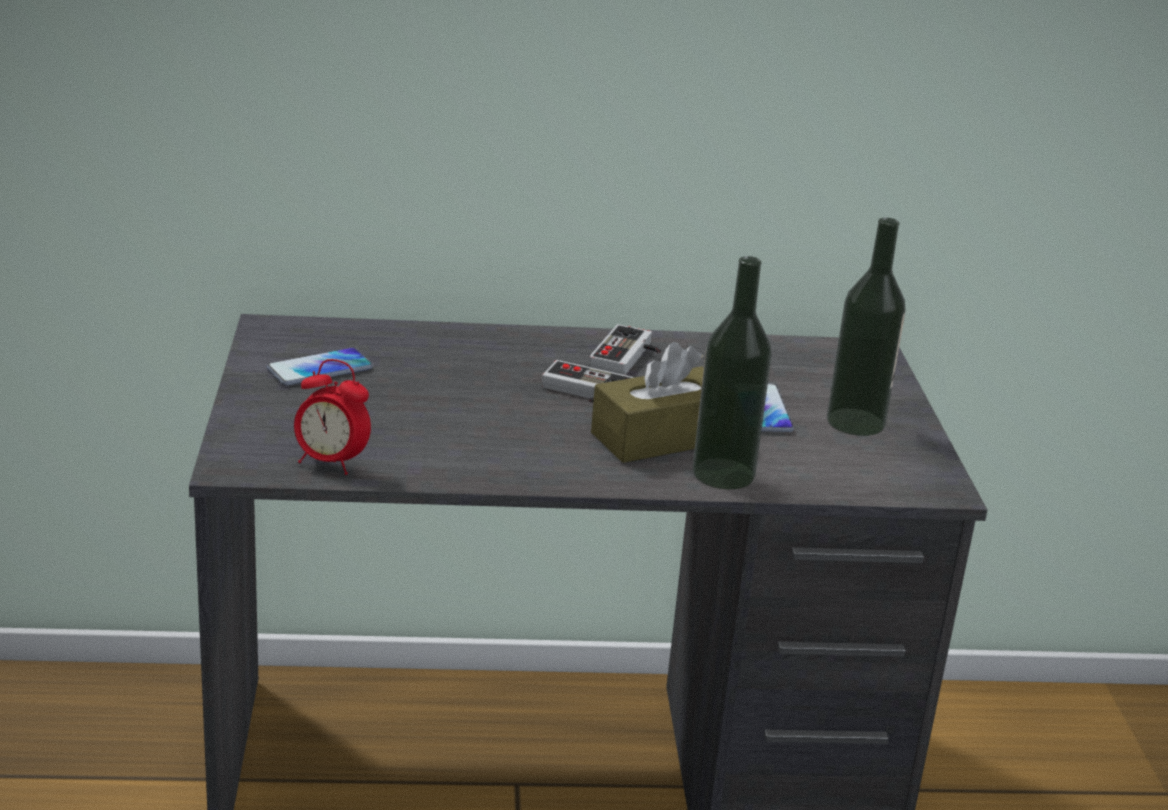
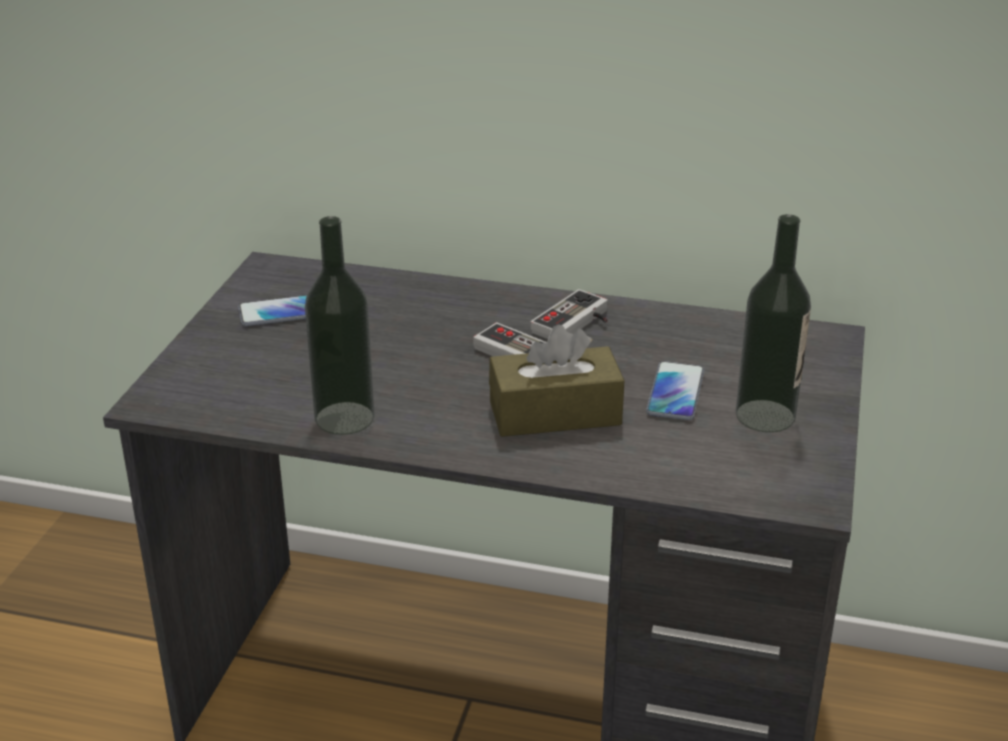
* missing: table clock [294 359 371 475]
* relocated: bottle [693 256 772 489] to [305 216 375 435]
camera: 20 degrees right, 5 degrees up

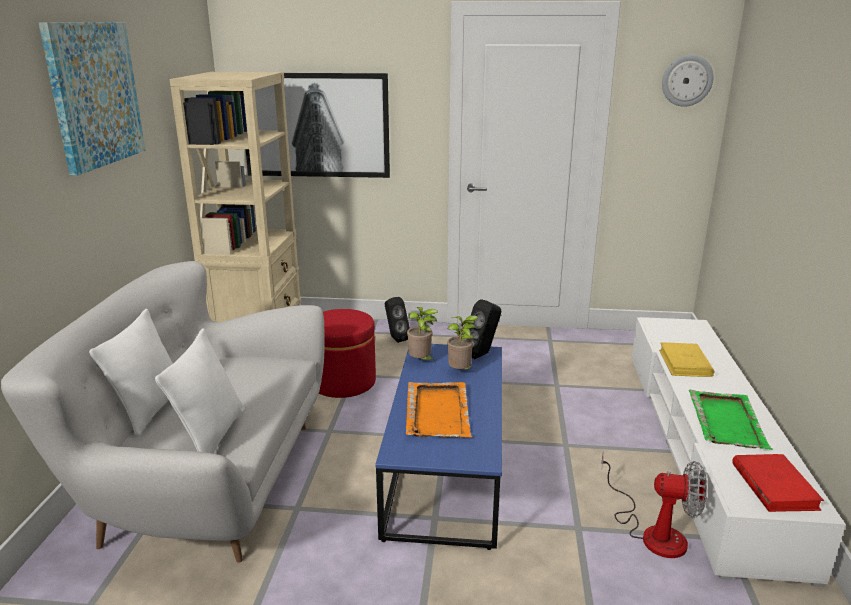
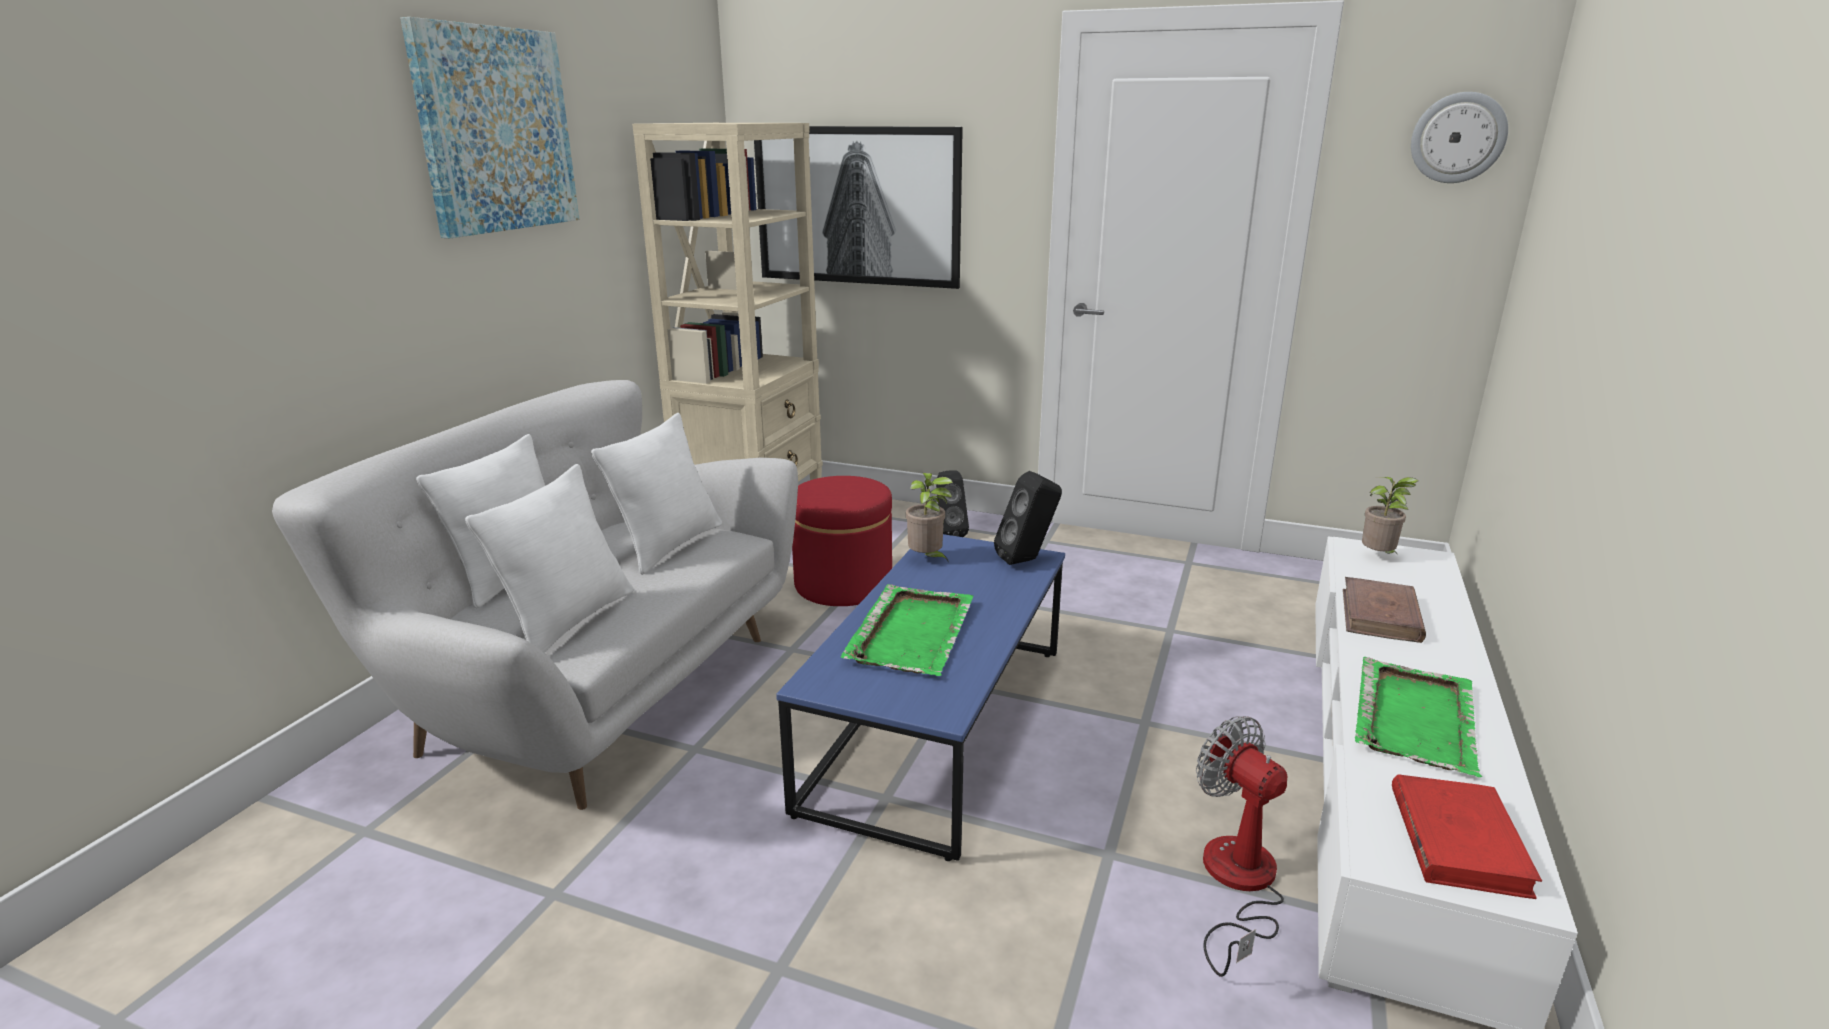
* colour: serving tray in orange-coloured [406 382 472 438] to serving tray in green-coloured [841 584 974 676]
* relocated: houseplant [447 315 479 370] to [1362 477 1418 555]
* spun: electric fan [601 455 707 558] = [1196 716 1287 977] 150 degrees counterclockwise
* colour: bound book in yellowish [659 342 714 377] to bound book in brown-coloured [1343 577 1426 643]
* appeared: cushion in white-coloured [591 413 722 575]
camera: 15 degrees right, 0 degrees up

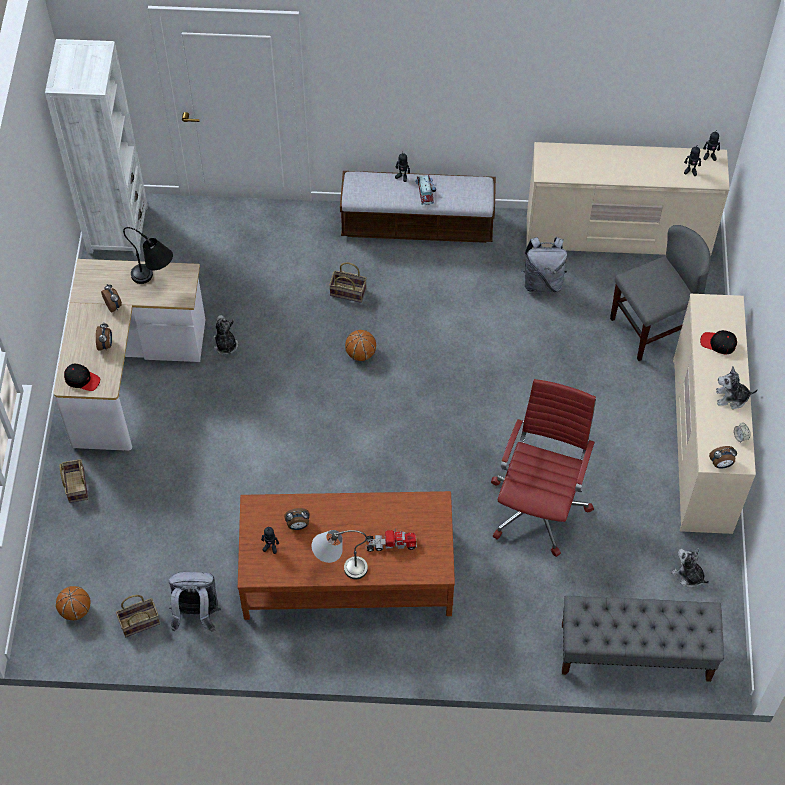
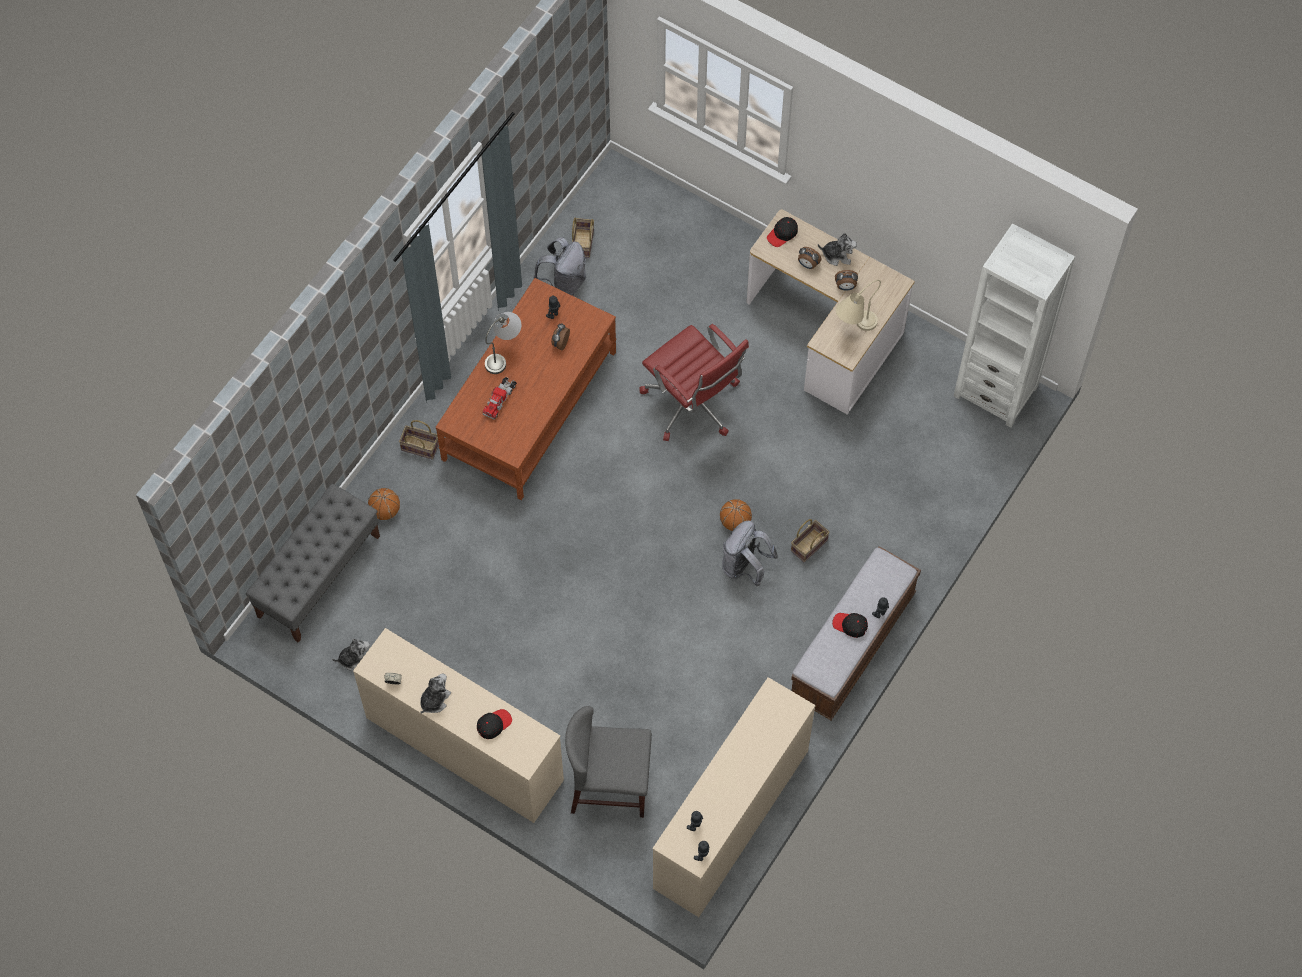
* relocated: ball for basketball [56 586 90 620] to [368 488 400 520]
* relocated: basket [59 459 88 503] to [399 420 439 460]
* colour: table lamp in black-coloured [123 227 173 284] to table lamp in beige-coloured [836 280 881 331]
* relocated: soft toy [213 315 238 355] to [818 233 857 266]
* exchanged: miniature car [415 175 436 205] to cap in black-coloured [832 613 868 638]
* relocated: computer chair in red [491 379 596 557] to [639 324 749 441]
* relocated: knapsack in grey [521 237 567 293] to [722 521 778 586]
* spun: plain chair in grey [610 225 711 361] = [565 706 652 818] 90 degrees clockwise
* missing: table clock [709 446 737 468]
camera: 120 degrees right, 5 degrees up

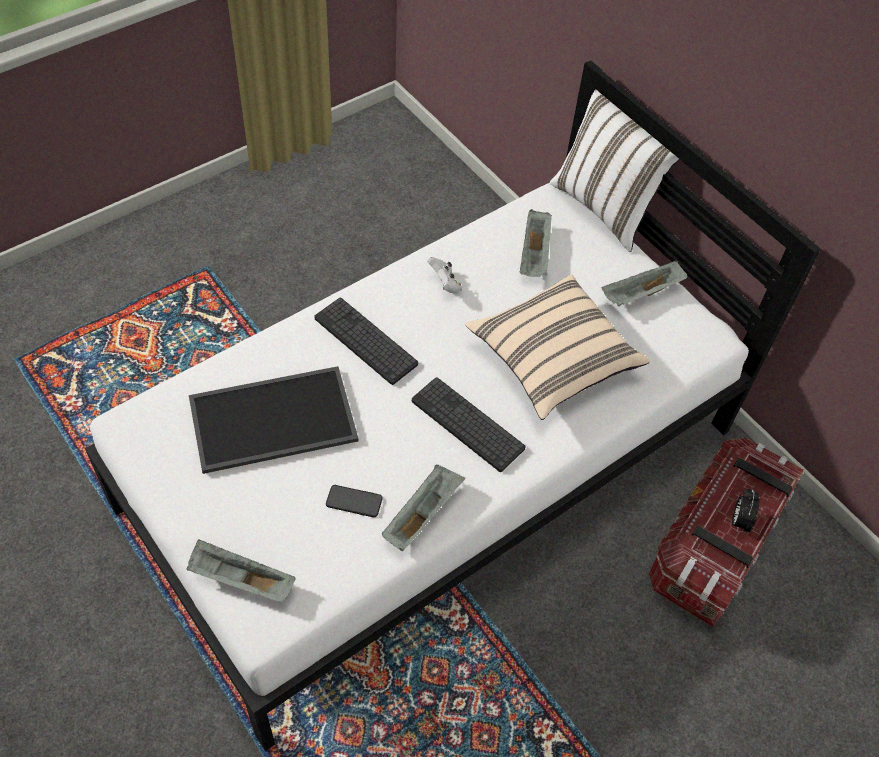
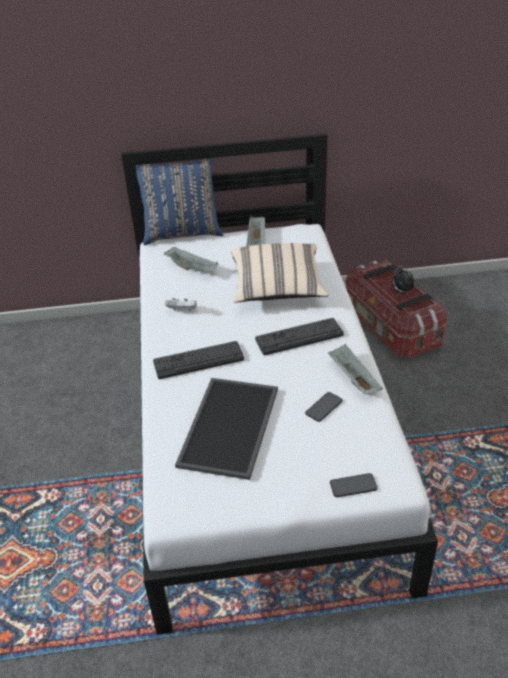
* exchanged: serving tray in grey [187 540 296 602] to handset [330 473 378 497]
* colour: cushion in white-coloured [550 89 680 252] to cushion in blue [136 158 223 245]
camera: 55 degrees left, 15 degrees down

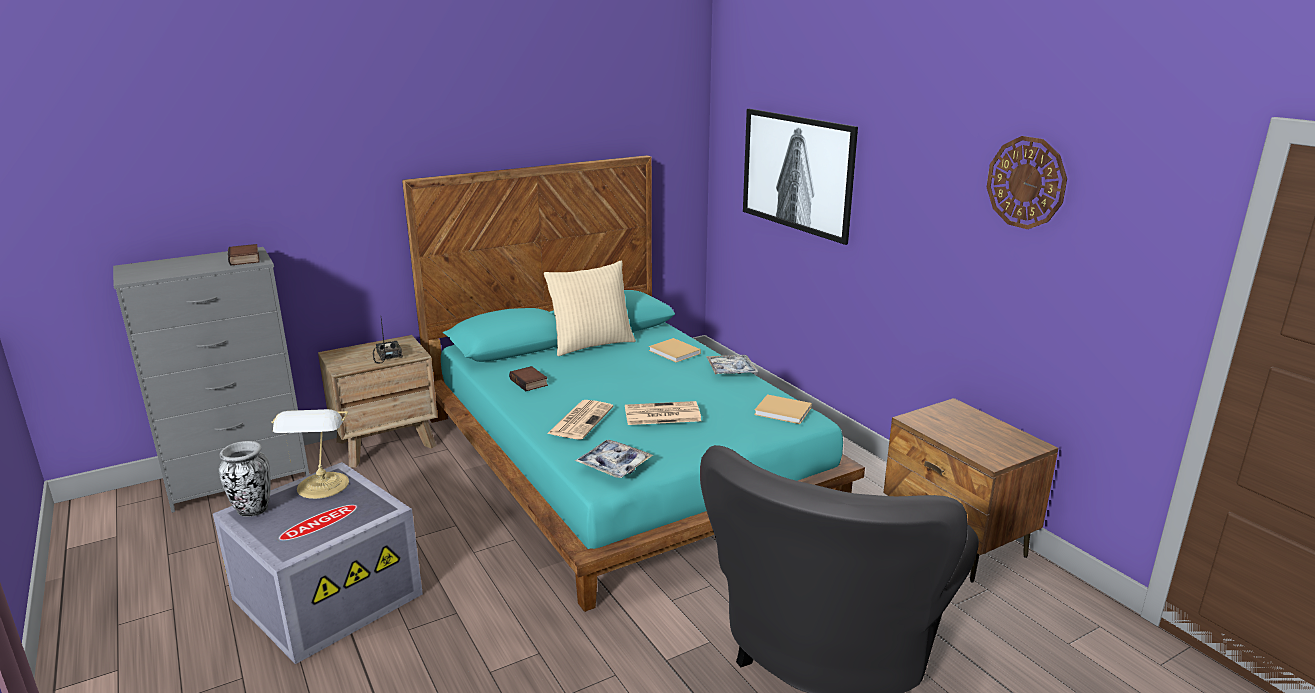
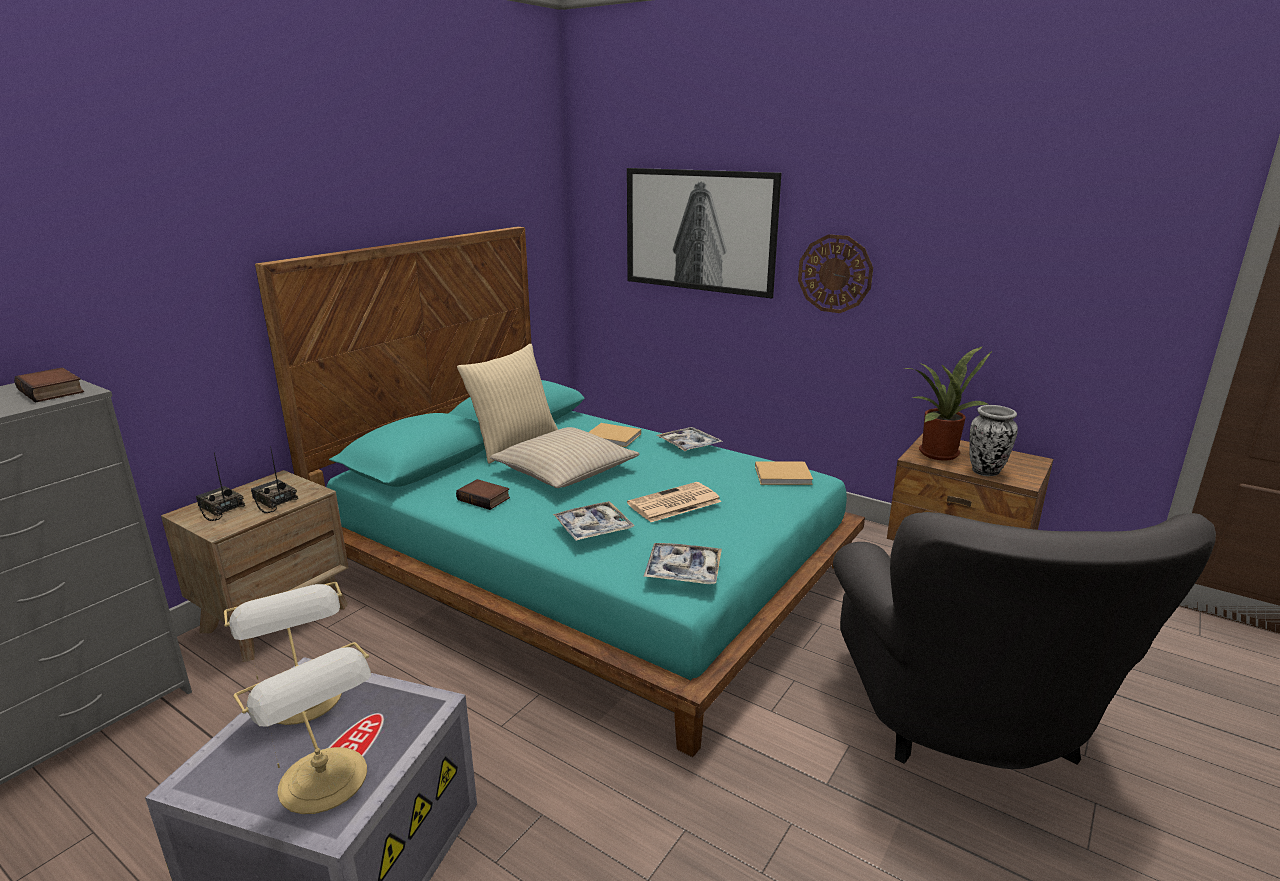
* relocated: vase [219 441 270 517] to [969 405 1018 476]
* exchanged: printed paper [547 400 614 440] to serving tray [553 501 635 541]
* relocated: wall clock [987 136 1067 229] to [798 234 873 313]
* appeared: radio receiver [196 452 245 521]
* appeared: table lamp [233 642 371 814]
* appeared: cushion in beige-coloured [490 427 640 488]
* appeared: houseplant [903 346 992 461]
camera: 25 degrees left, 0 degrees up

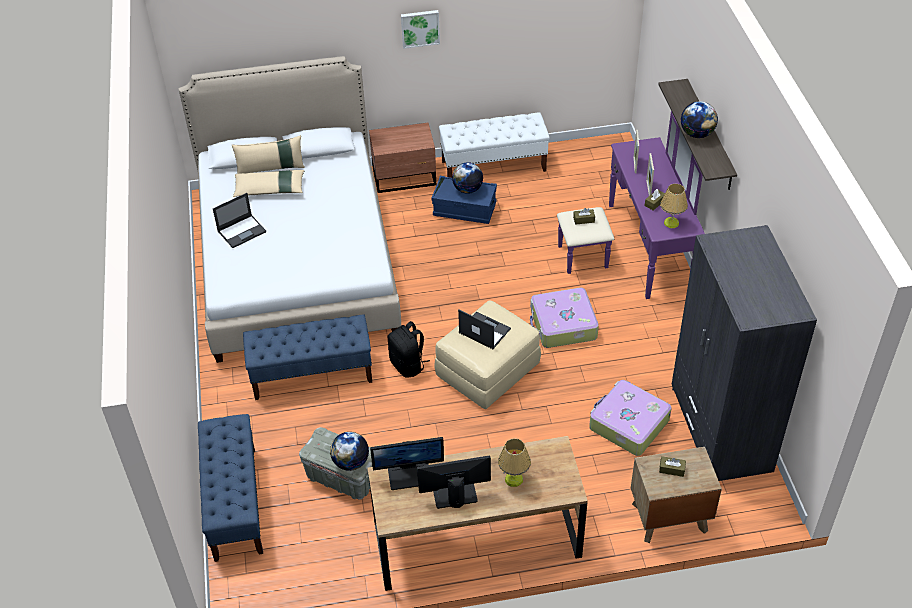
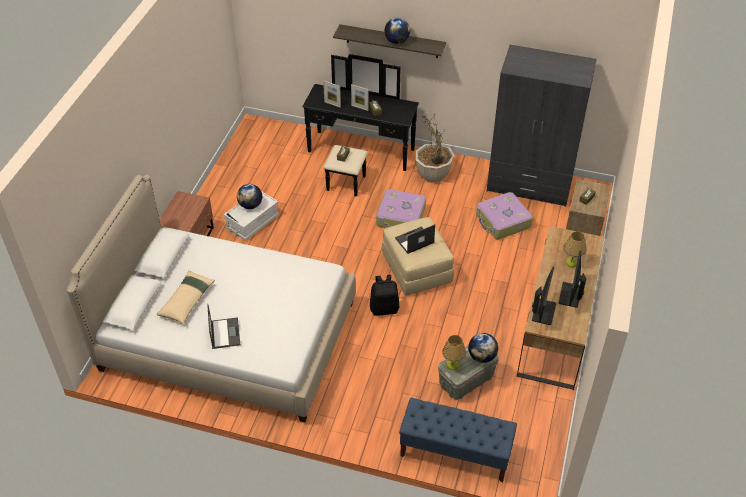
* missing: cushion in beige-coloured [232 135 305 174]
* missing: indoor bench in blue [243 314 373 400]
* missing: wall art [401 10 440 49]
* colour: storage bin in blue [431 176 497 224] to storage bin in white-coloured [224 191 279 241]
* missing: indoor bench in white-coloured [439 112 550 178]
* colour: dresser in purple [557 111 705 299] to dresser in black-coloured [302 54 419 197]
* relocated: table lamp [660 184 688 228] to [442 335 466 370]
* appeared: houseplant [415 111 455 182]
camera: 65 degrees left, 0 degrees up

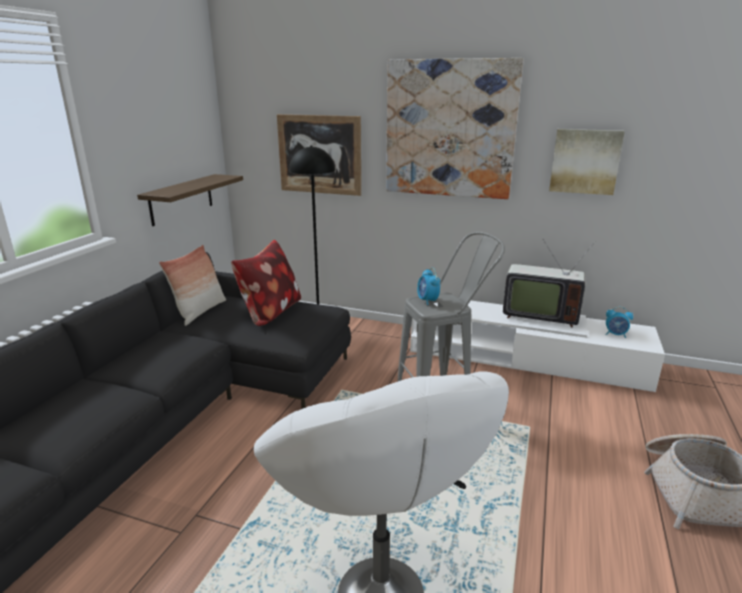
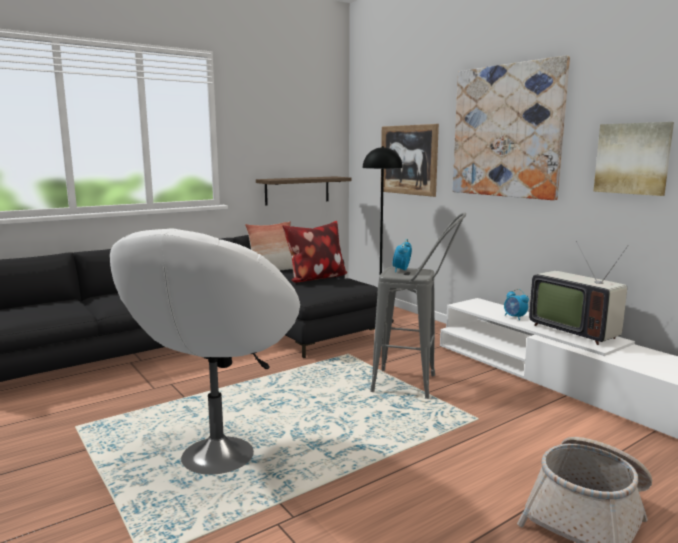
* relocated: table clock [605 307 633 338] to [504 289 529 320]
camera: 35 degrees right, 10 degrees down

